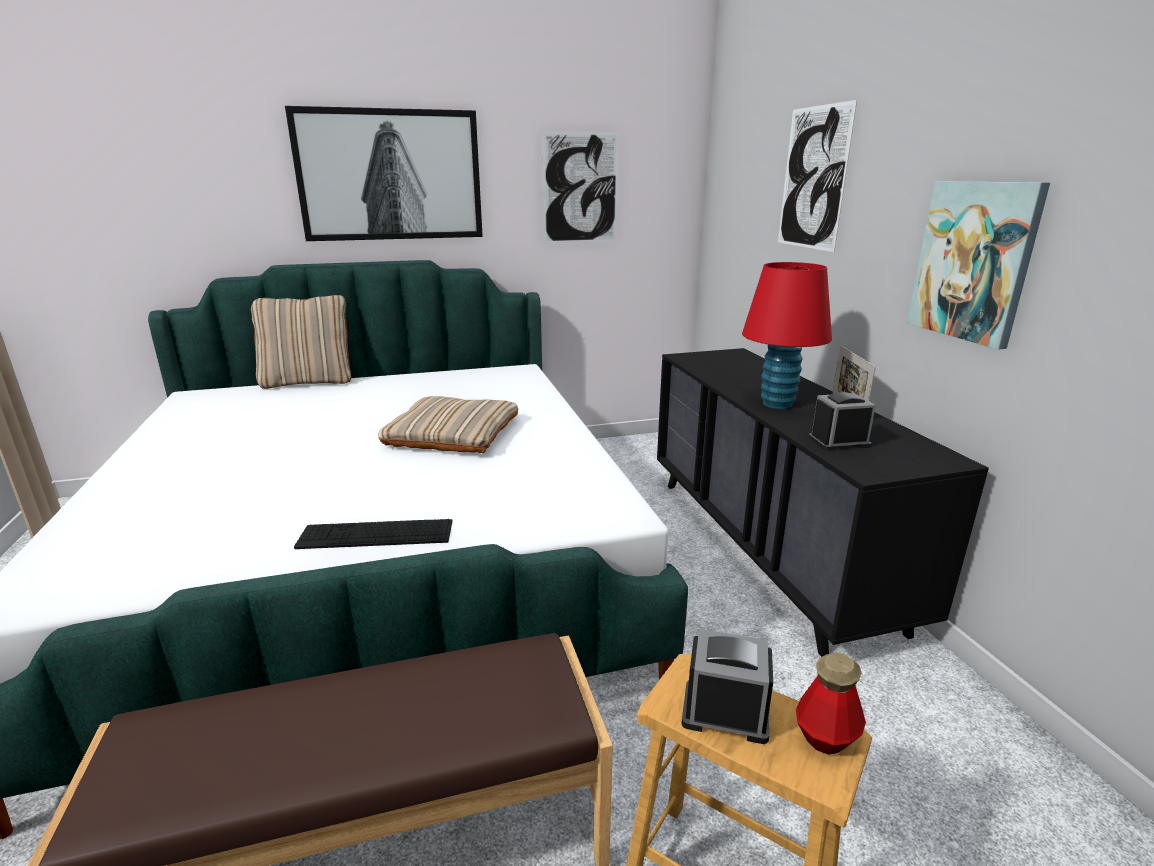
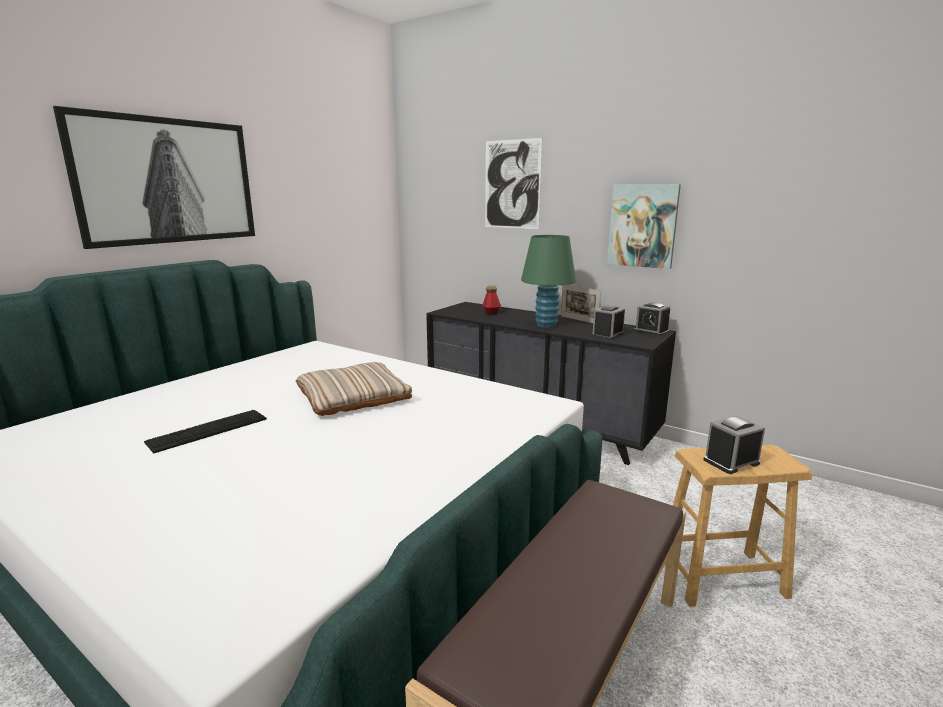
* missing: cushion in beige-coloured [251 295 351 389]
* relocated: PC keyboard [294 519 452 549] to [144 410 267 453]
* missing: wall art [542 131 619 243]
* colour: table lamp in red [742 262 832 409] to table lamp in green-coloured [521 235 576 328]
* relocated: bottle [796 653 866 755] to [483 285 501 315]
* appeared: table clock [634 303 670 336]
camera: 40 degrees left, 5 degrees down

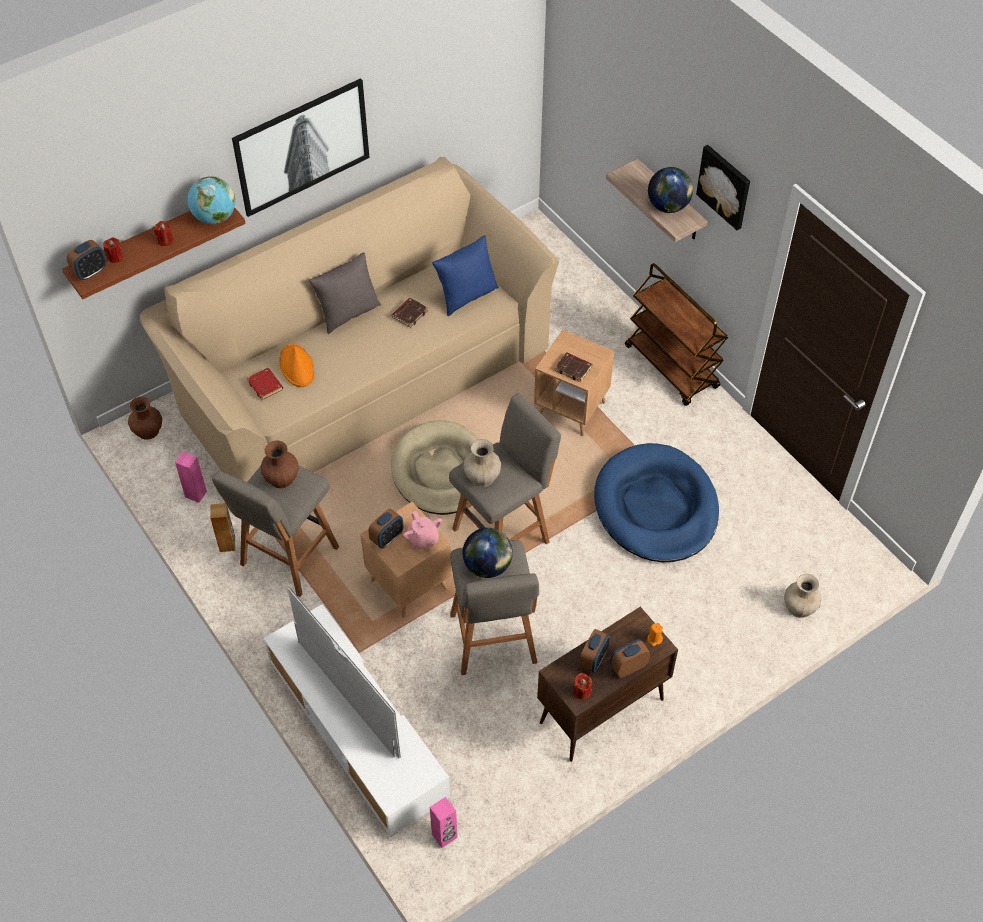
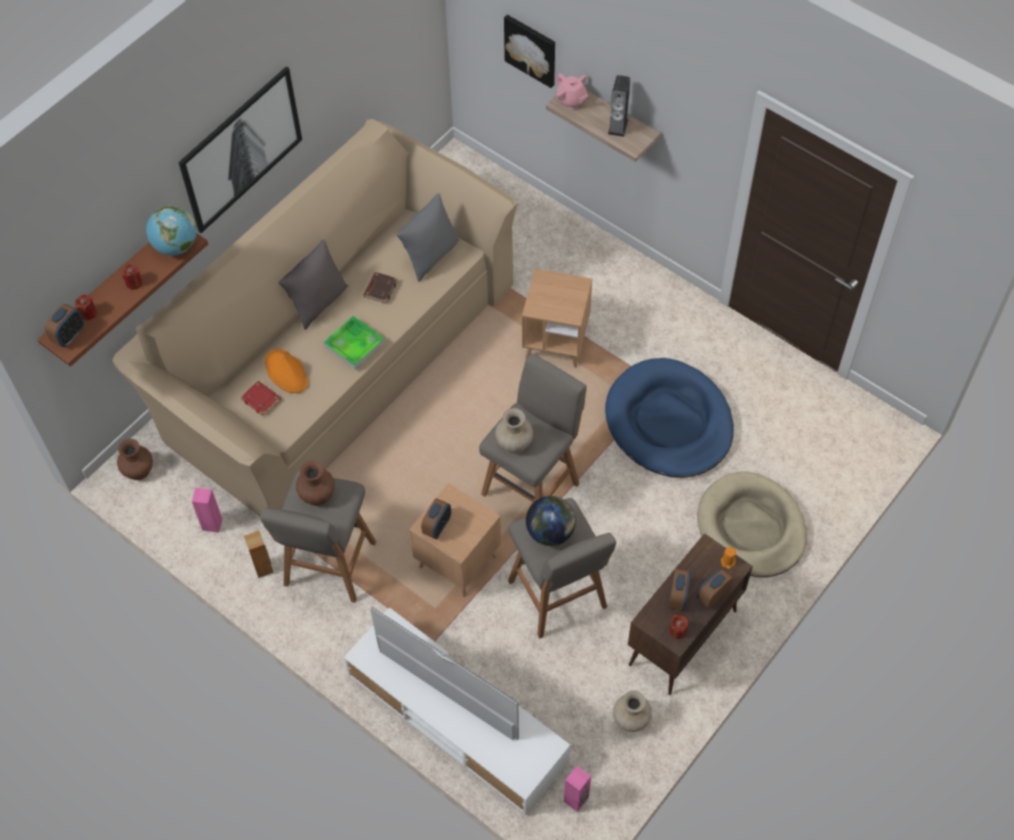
* relocated: dog cushion in beige-coloured [391 420 479 515] to [697 472 807 577]
* relocated: teapot in pinkish [403 511 442 550] to [556 73 589 109]
* colour: cushion in blue [432 235 499 316] to cushion in grey [396 193 459 282]
* missing: bound book in brown-coloured [555 353 592 382]
* missing: trolley in brown-coloured [625 263 728 406]
* exchanged: world globe [648 167 693 213] to audio speaker [608 75 630 137]
* relocated: wall art [696 145 750 230] to [504 15 555 88]
* relocated: vase in beige-coloured [784 574 822 618] to [613 690 652 732]
* appeared: serving tray [323 315 385 370]
camera: 15 degrees left, 5 degrees up

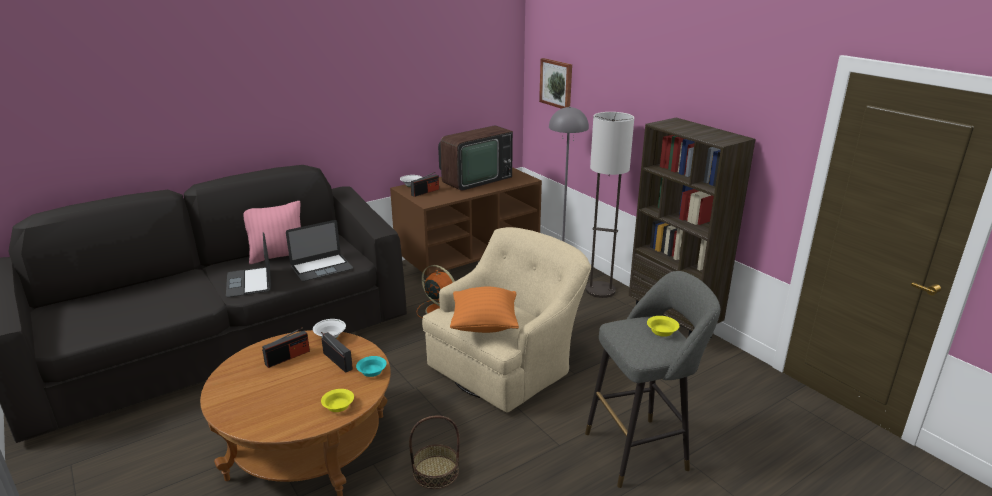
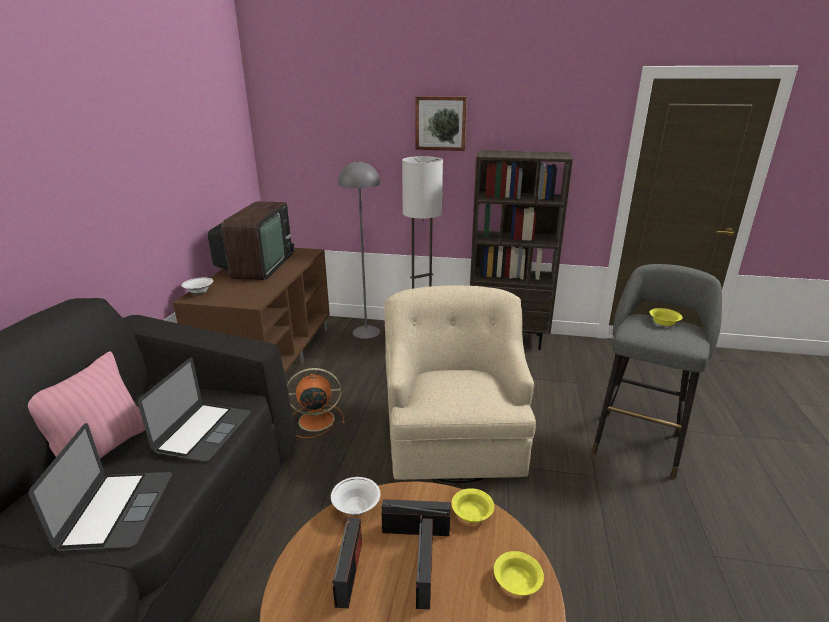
* spun: notebook computer [226 232 271 297] = [29 423 172 551] 120 degrees counterclockwise
* colour: bowl in turquoise-coloured [356 356 387 377] to bowl in yellowish [451 488 494 523]
* missing: basket [409 415 460 489]
* relocated: radio receiver [411 172 439 197] to [416 516 433 610]
* missing: cushion in orange-coloured [450 286 519 333]
* relocated: wall art [539 58 572 109] to [416 96 467 151]
camera: 45 degrees left, 0 degrees up

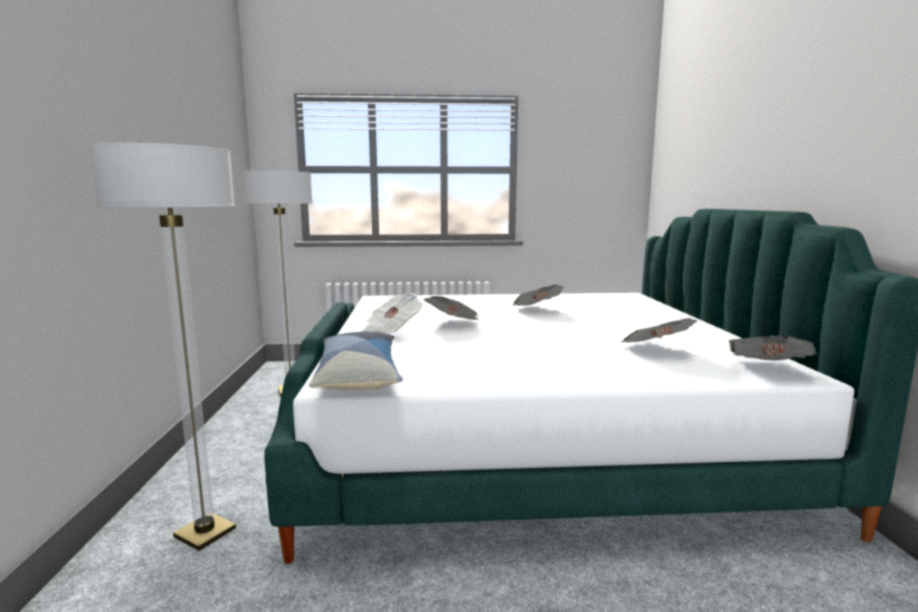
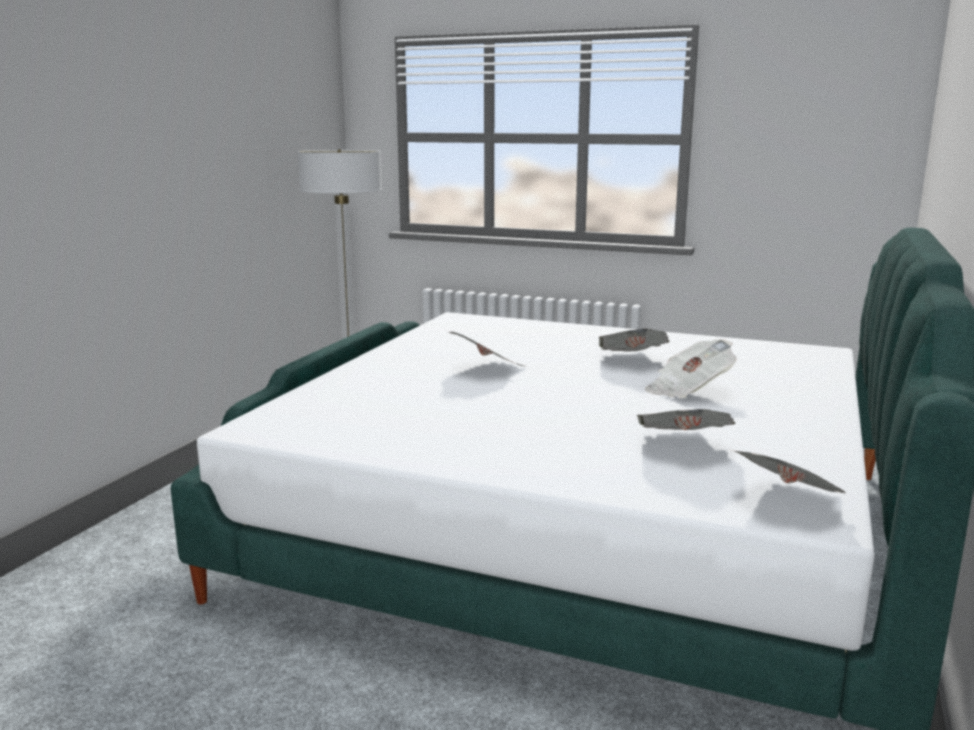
* missing: floor lamp [89 143 236 551]
* missing: cushion [309 332 403 389]
* relocated: printed paper [361 293 423 335] to [645 339 736 398]
camera: 25 degrees right, 5 degrees up

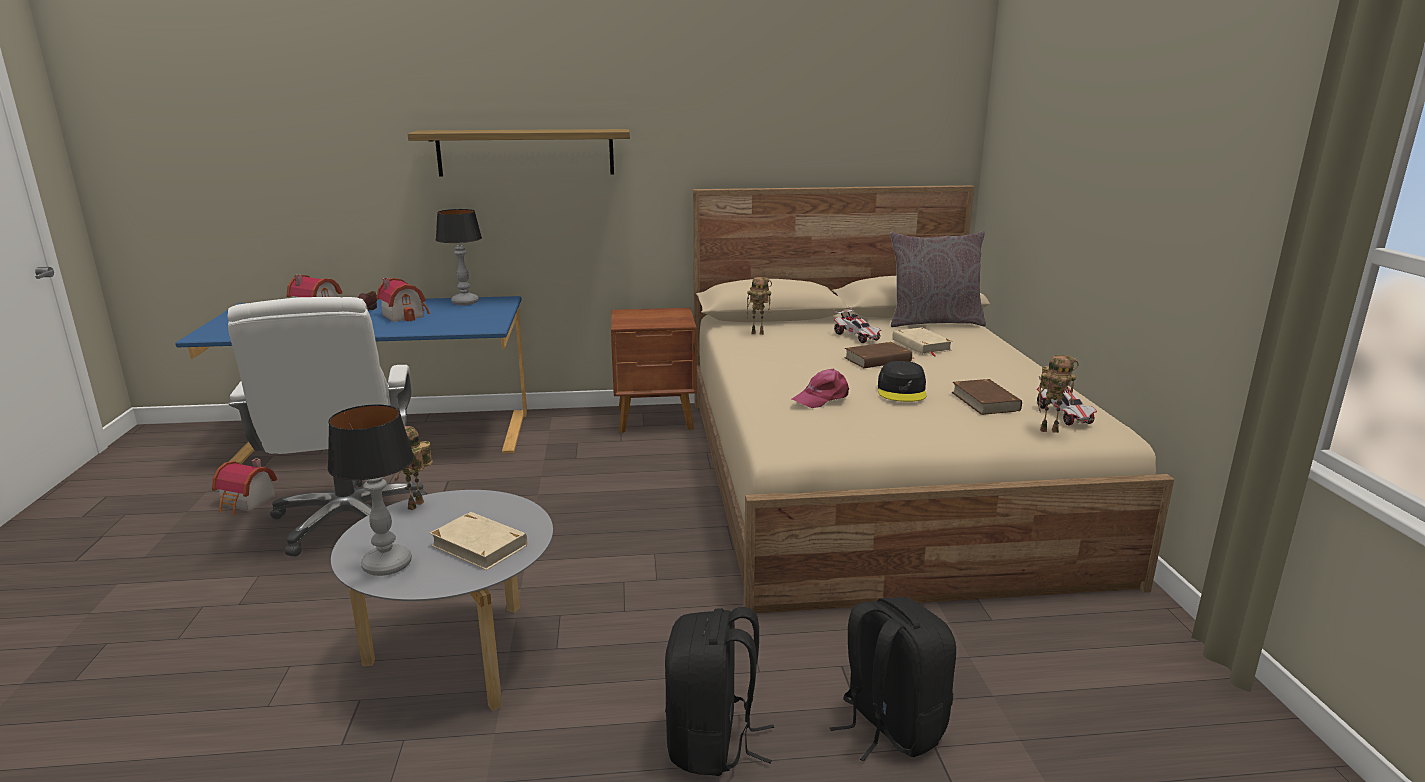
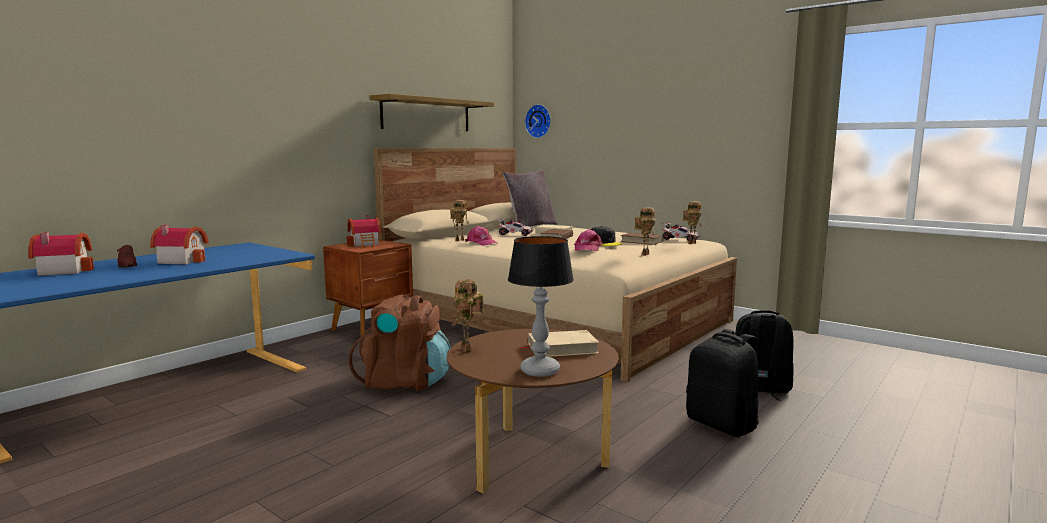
* relocated: miniature house [212 458 277 515] to [347 215 381 247]
* missing: computer chair in white-coloured [227 297 427 556]
* colour: coffee table in grey [331 490 553 711] to coffee table in brown-coloured [447 329 619 494]
* relocated: shelf [408 129 630 177] to [370 94 494 131]
* missing: table lamp [436 209 482 305]
* appeared: knapsack in brown-coloured [349 295 451 391]
* appeared: cap in pinkish [465 226 498 246]
* appeared: wall clock [525 104 551 138]
* appeared: robot figure [634 207 655 256]
camera: 45 degrees left, 10 degrees down

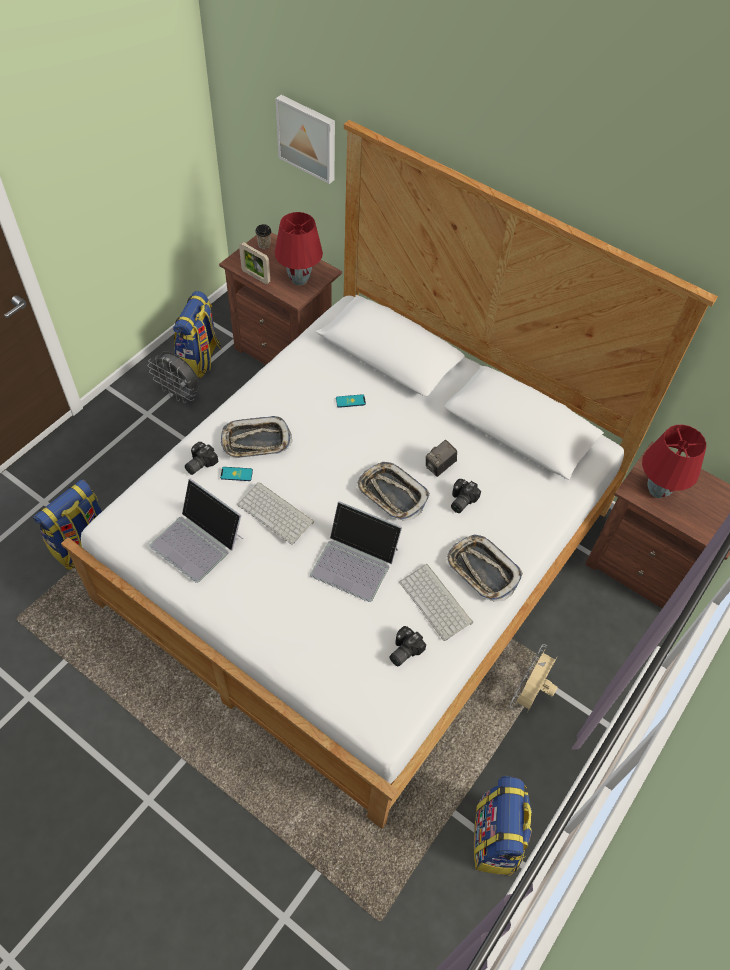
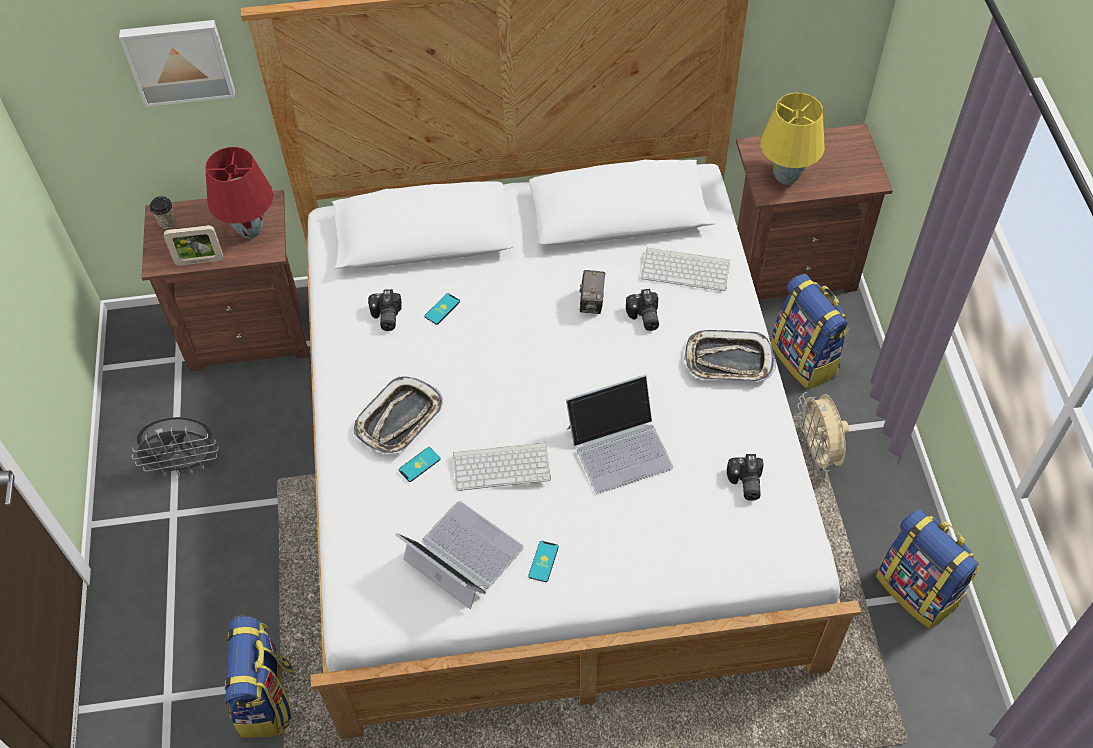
* spun: notebook computer [149 479 243 583] = [395 501 524 609] 135 degrees counterclockwise
* relocated: knapsack [173 291 221 378] to [771 274 849 389]
* relocated: photo camera [185 442 219 475] to [368 289 402 331]
* missing: serving tray [356 462 430 521]
* relocated: PC keyboard [399 564 473 641] to [641 247 730 291]
* colour: table lamp in red [642 425 706 498] to table lamp in yellowish [760 93 825 185]
* appeared: handset [528 541 559 582]
camera: 40 degrees left, 0 degrees up

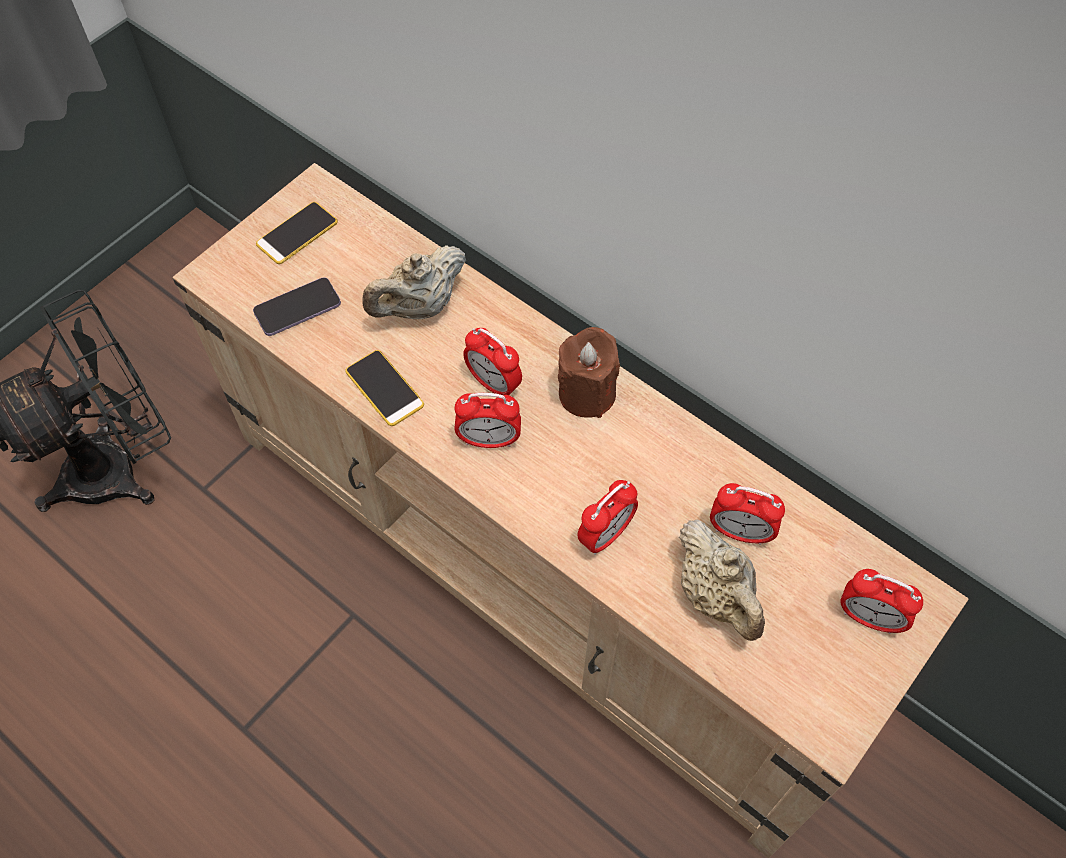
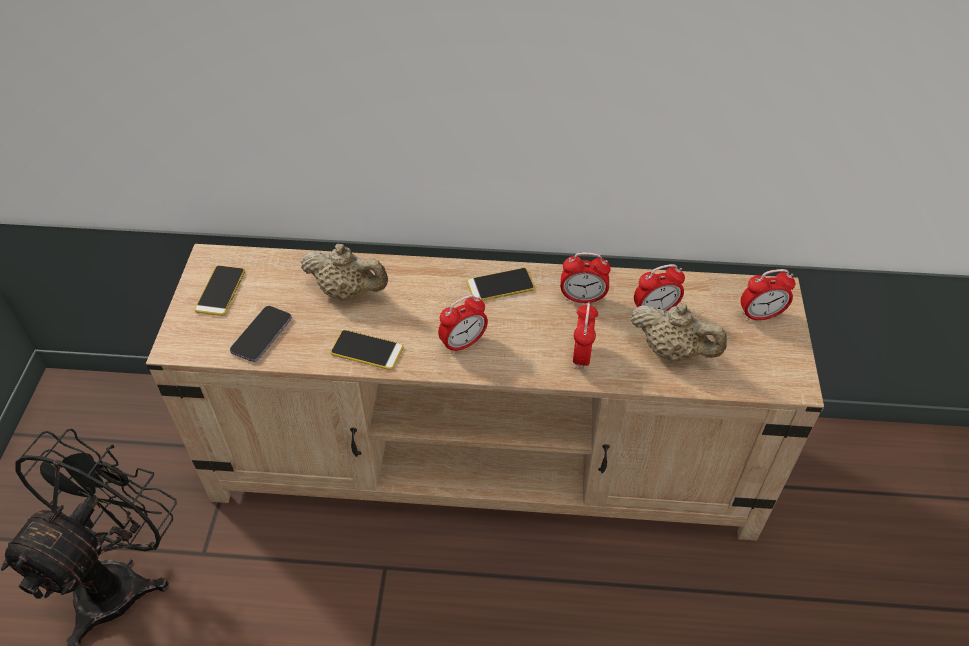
* spun: teapot in beige-coloured [362 245 466 319] = [301 244 388 301] 90 degrees counterclockwise
* relocated: table clock [463 328 522 395] to [560 252 611 303]
* exchanged: wax light in brown-coloured [558 327 620 418] to handset [467 268 535 301]
camera: 35 degrees left, 10 degrees down

